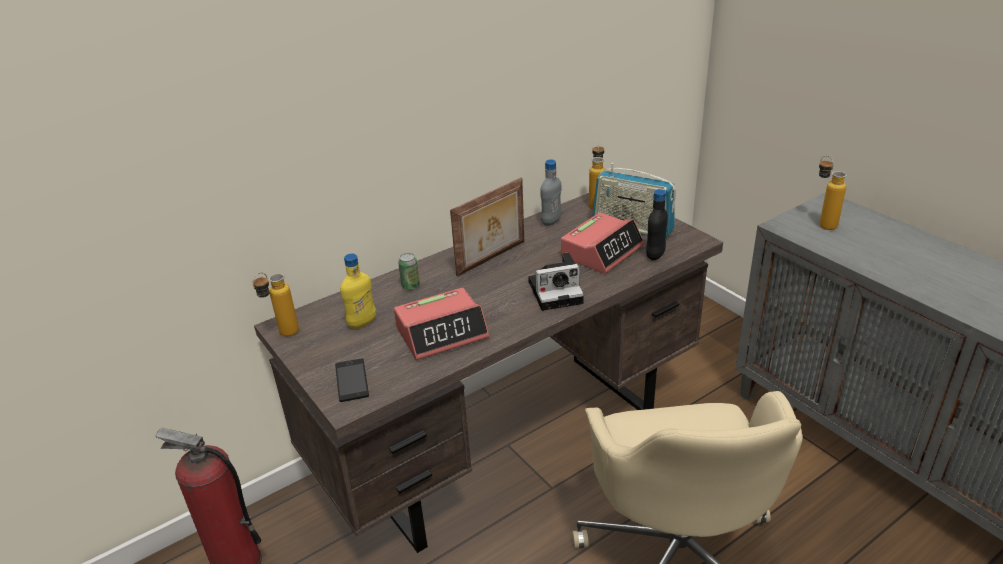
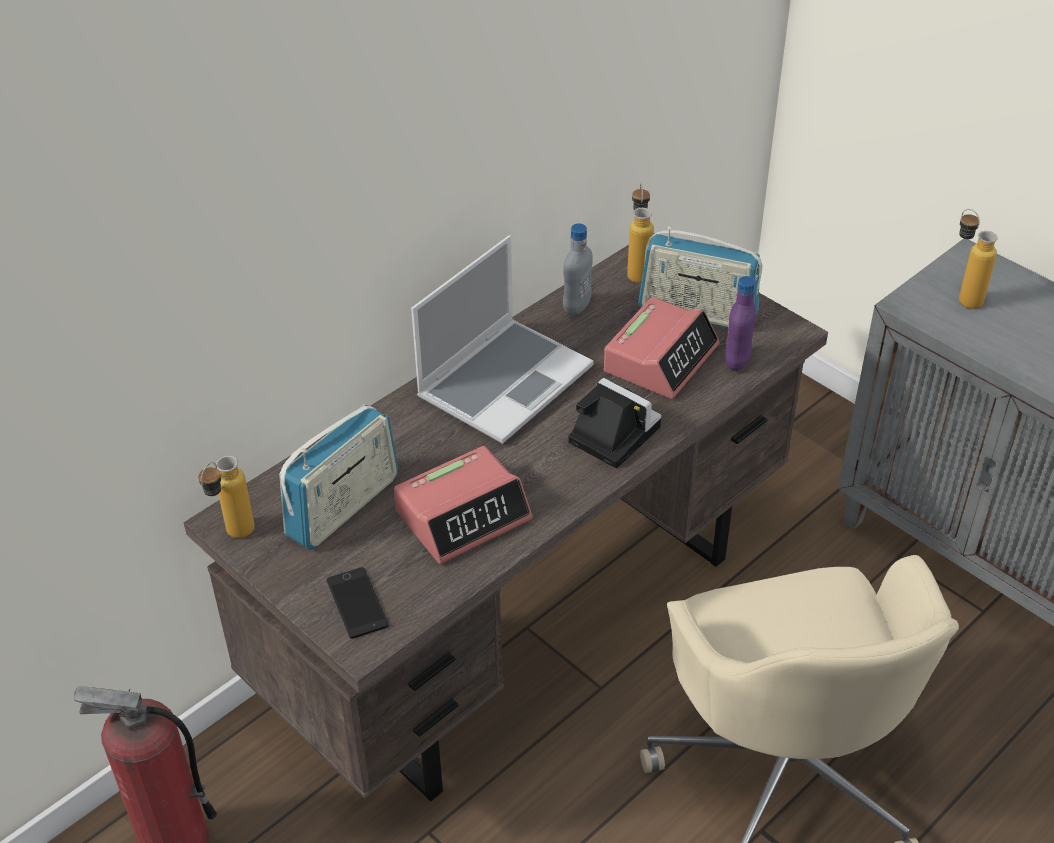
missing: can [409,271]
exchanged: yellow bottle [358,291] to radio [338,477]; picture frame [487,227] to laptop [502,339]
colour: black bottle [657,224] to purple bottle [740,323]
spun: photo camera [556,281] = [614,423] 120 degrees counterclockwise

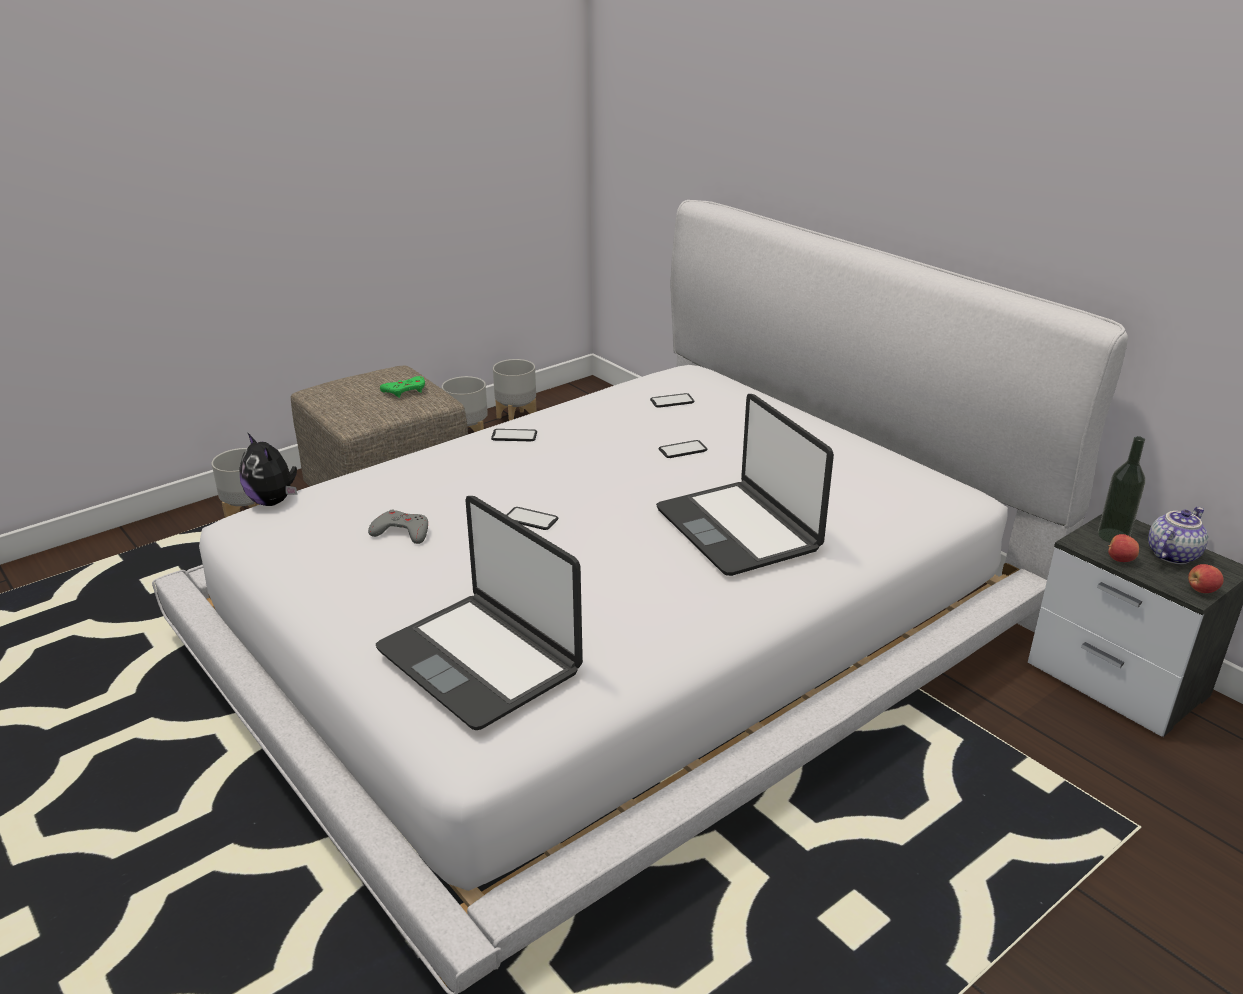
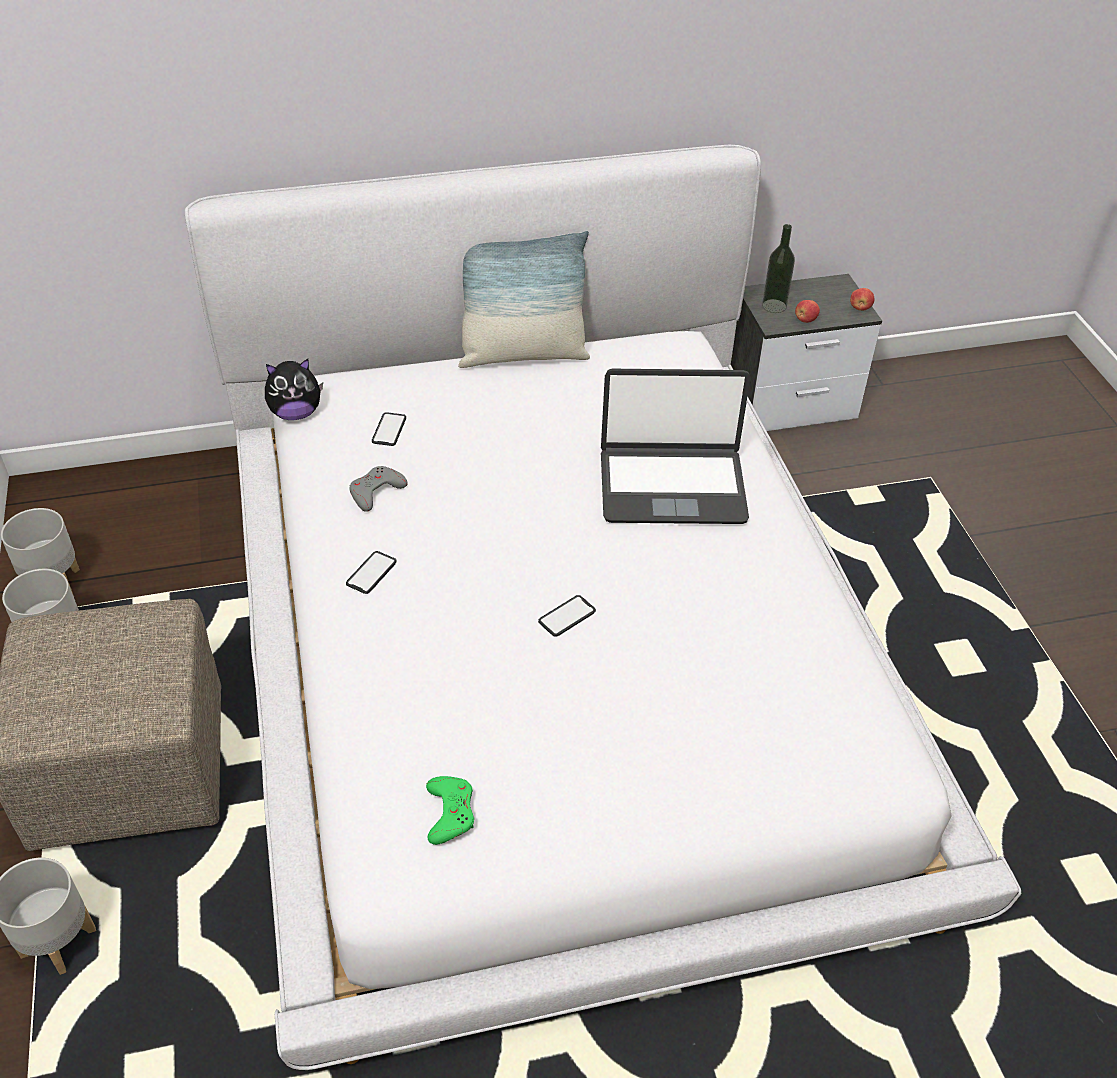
missing: laptop [479,613]; phone [683,449]; teapot [1178,535]
appeared: pillow [524,299]
relocated: plush toy [268,469] to [294,389]; grey game controller [398,526] to [378,489]; green game controller [402,387] to [450,810]

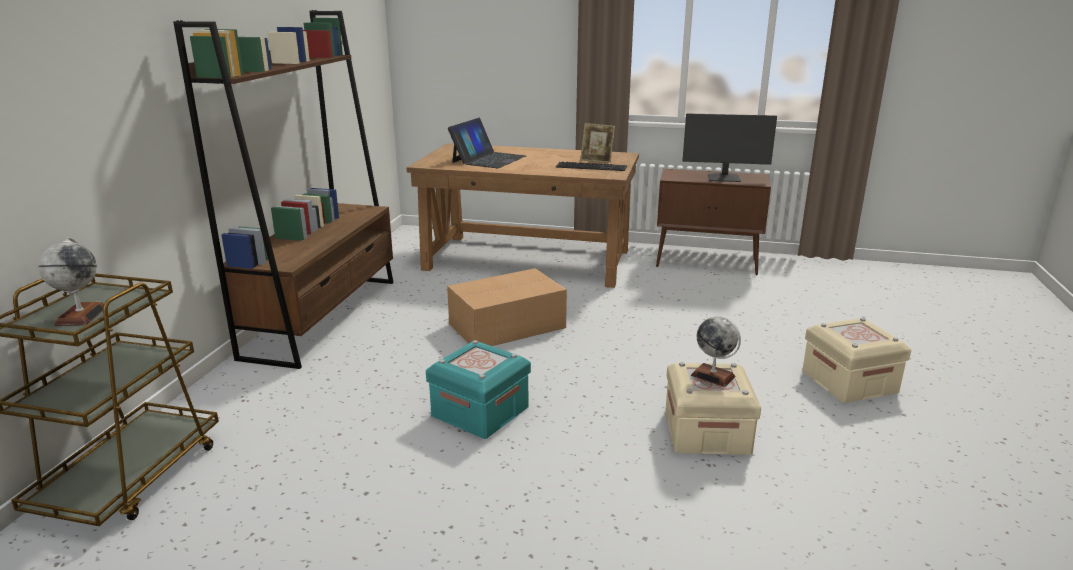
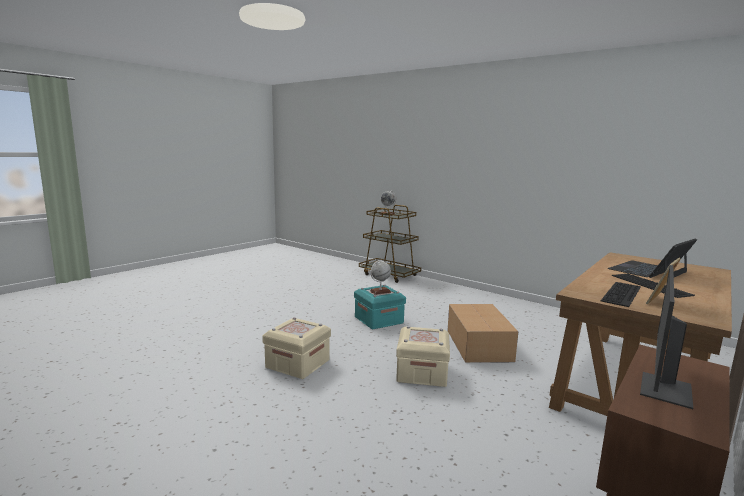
missing: brown bookcase [283,189]
appeared: keyboard [653,286]
relocated: globe [716,351] to [380,278]; beige storage box [856,360] to [423,356]
spun: laptop [487,143] = [652,258] 90 degrees clockwise

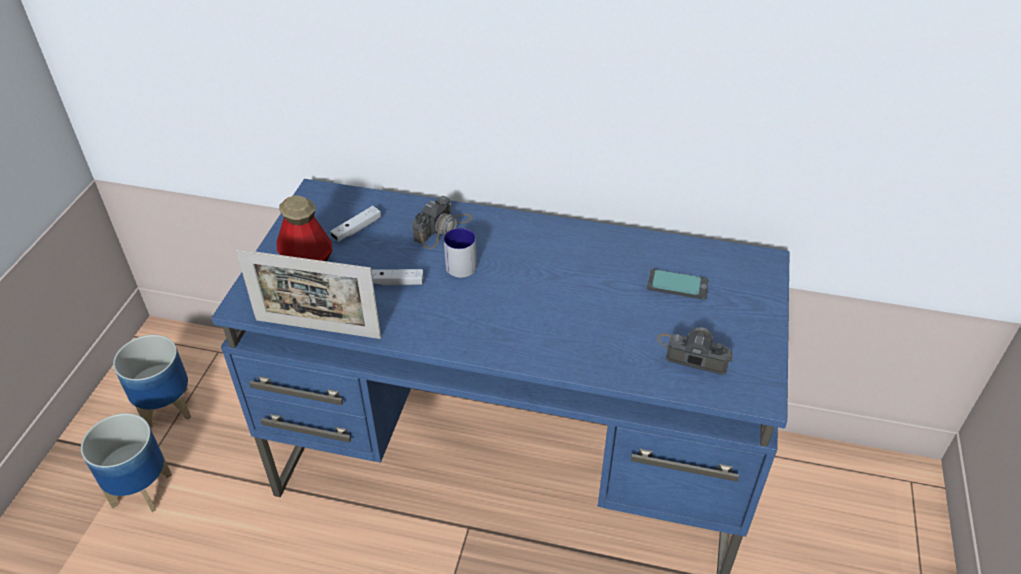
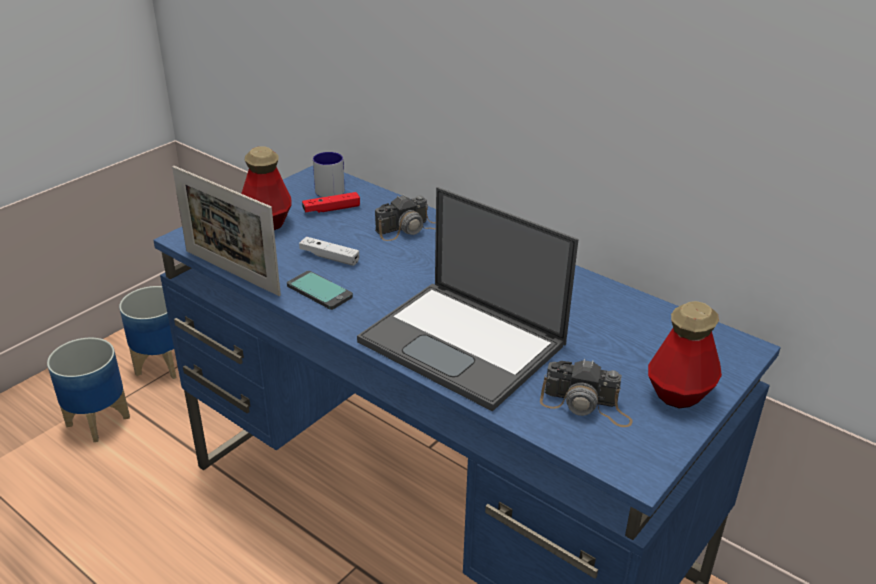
appeared: laptop [468,299]; bottle [685,354]
relocated: phone [678,284] to [320,290]; mug [460,253] to [329,174]
colour: white game controller [355,223] to red game controller [331,202]
spun: photo camera [694,351] = [586,393] 150 degrees clockwise

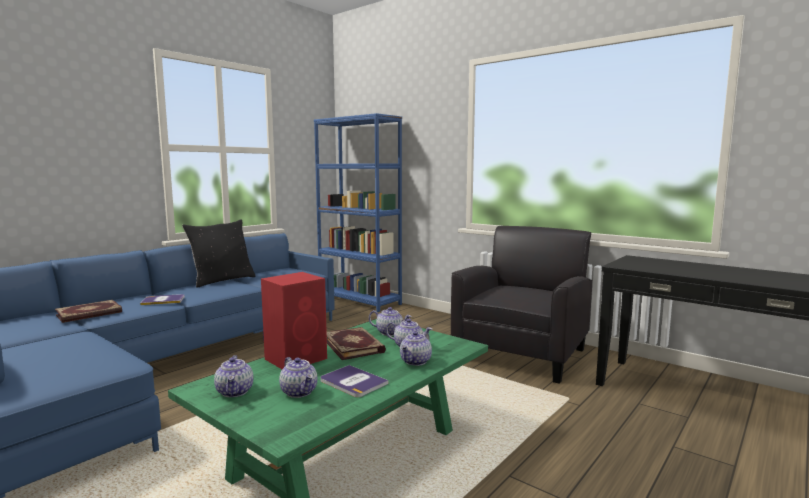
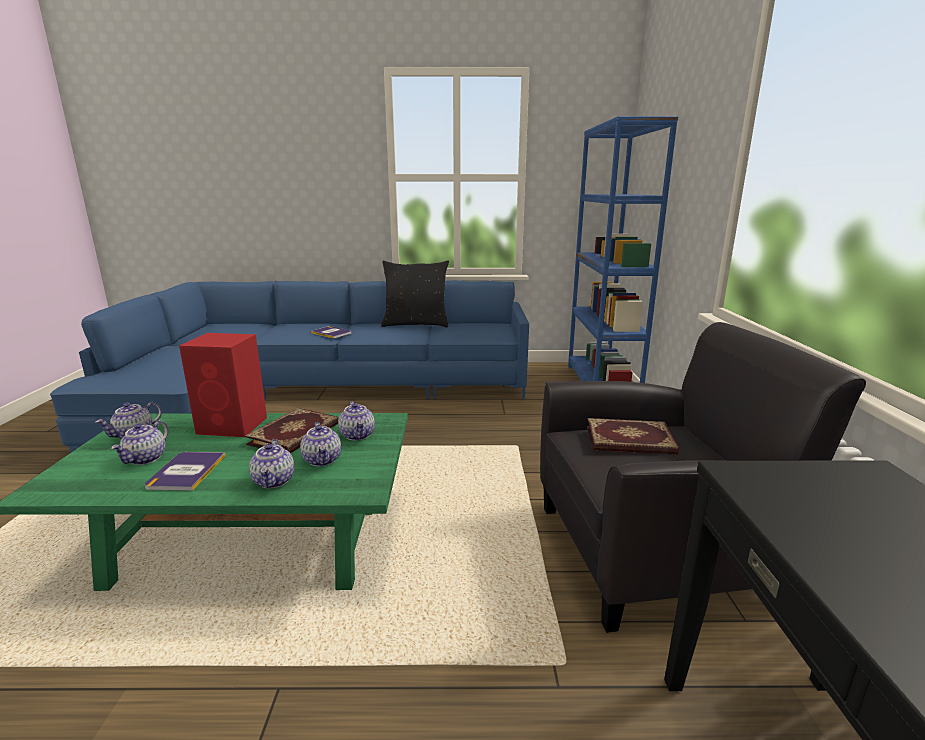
relocated: book [88,311] to [633,436]
spun: teapot [416,348] = [271,463] 90 degrees counterclockwise

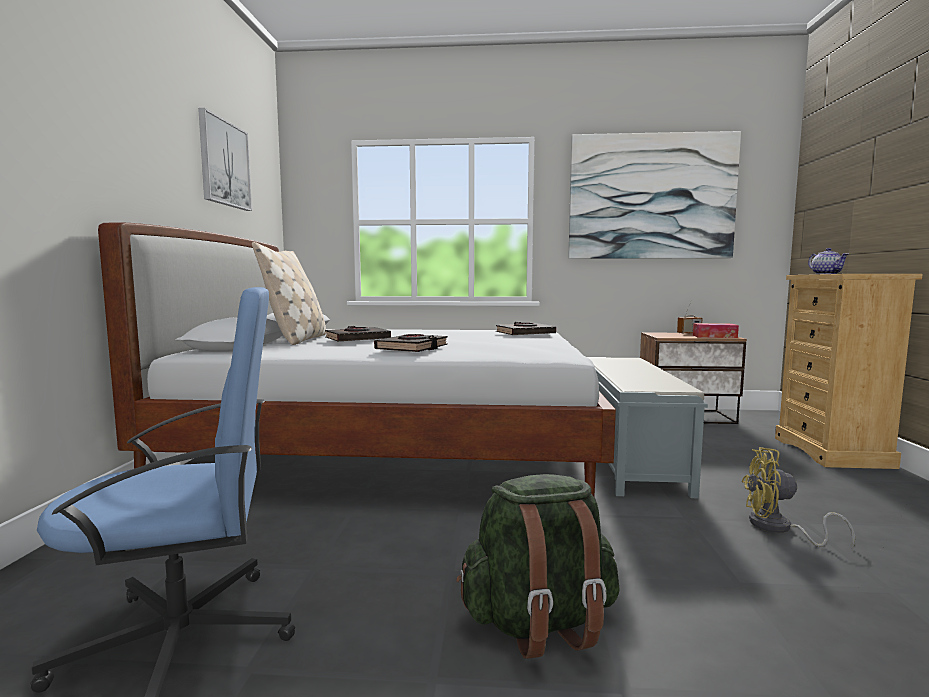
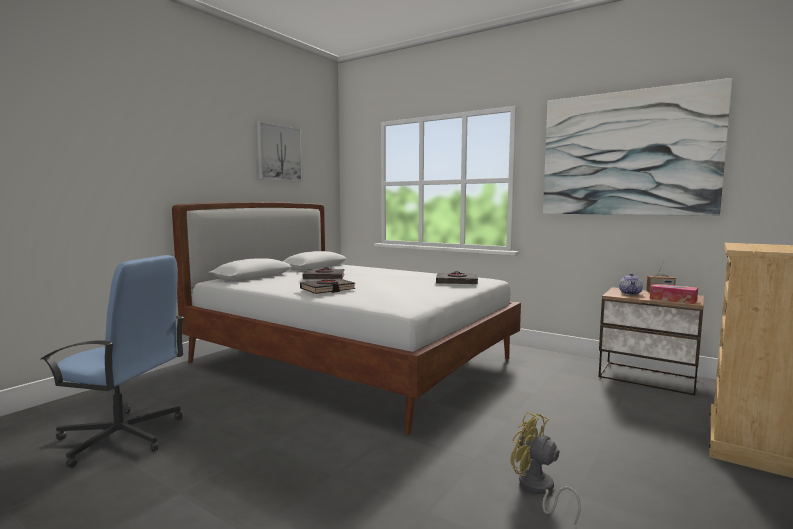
missing: beige pillow [289,293]; green backpack [538,566]; grey bench [648,427]
relocated: teapot [828,261] to [631,284]

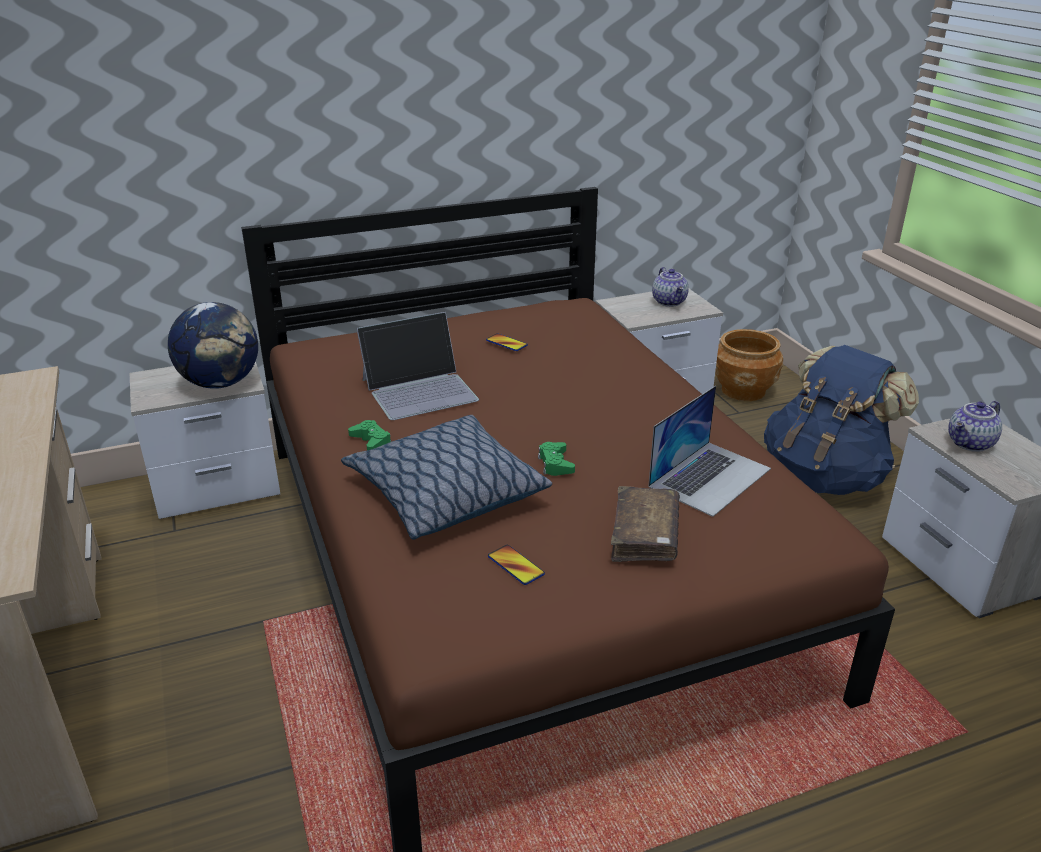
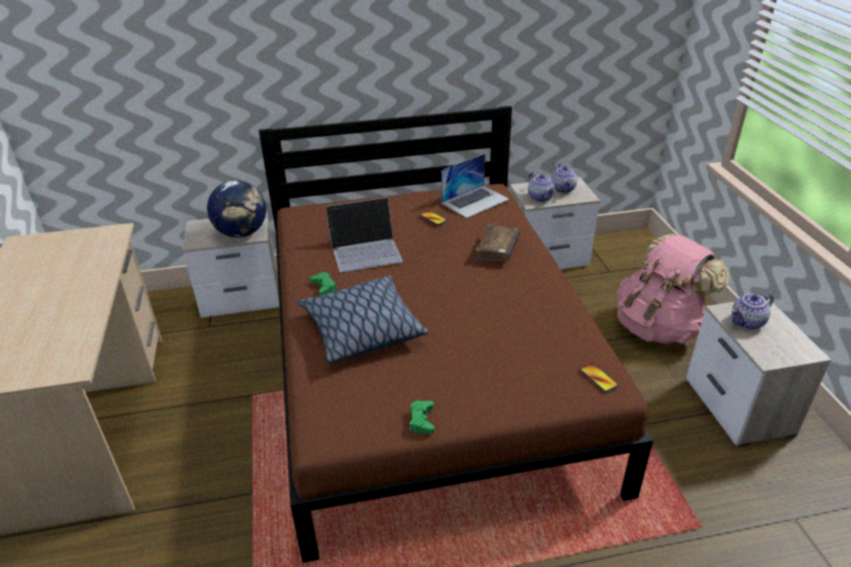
missing: brown planter [749,365]
appeared: teapot [541,187]
relocated: green game controller [556,459] to [422,417]; laptop [709,451] to [475,186]; brown book [645,524] to [497,243]; phone [516,565] to [599,377]
colour: blue backpack [841,420] to pink backpack [673,289]

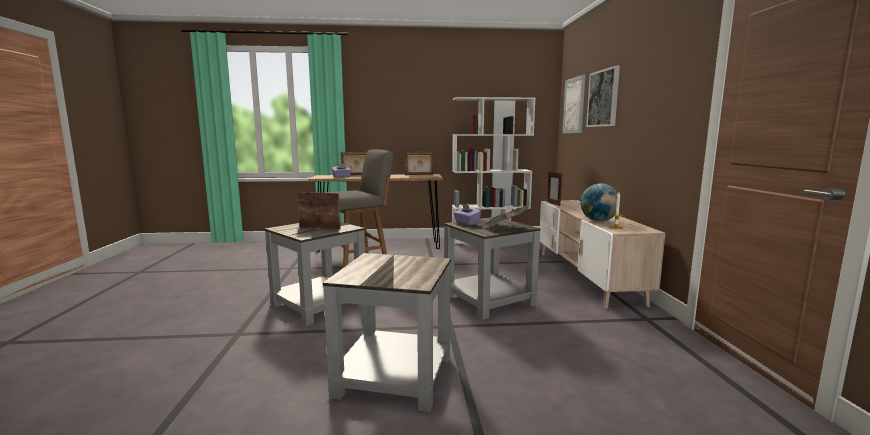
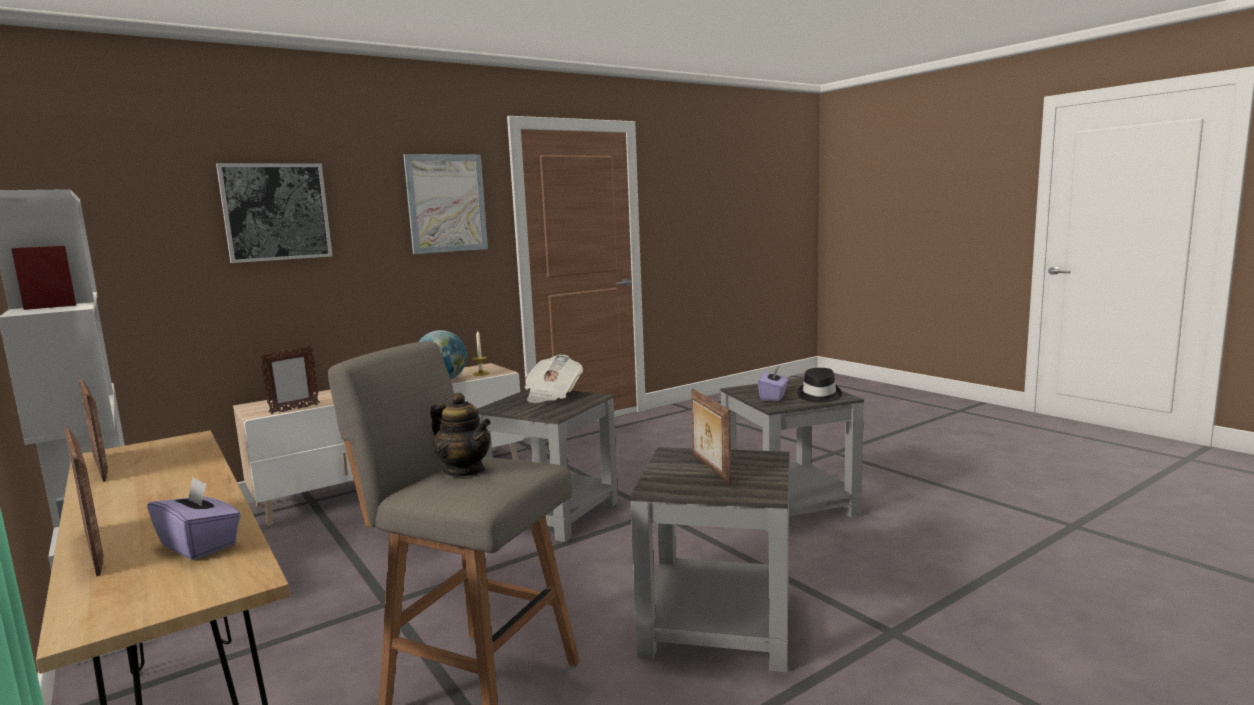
appeared: teapot [460,434]; black hat [819,385]
relocated: picture [573,104] to [445,204]; purple tissue box [467,214] to [773,384]

